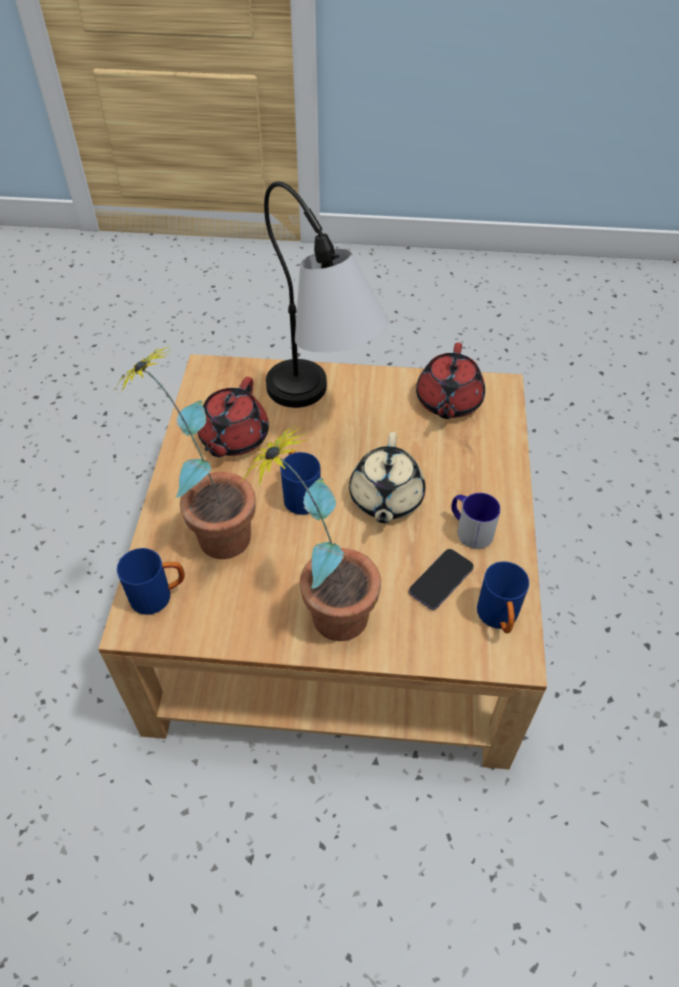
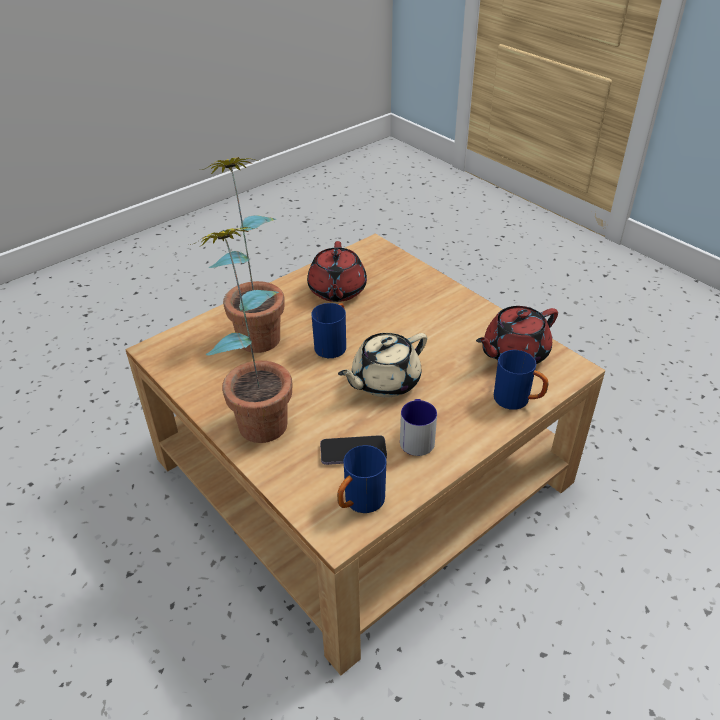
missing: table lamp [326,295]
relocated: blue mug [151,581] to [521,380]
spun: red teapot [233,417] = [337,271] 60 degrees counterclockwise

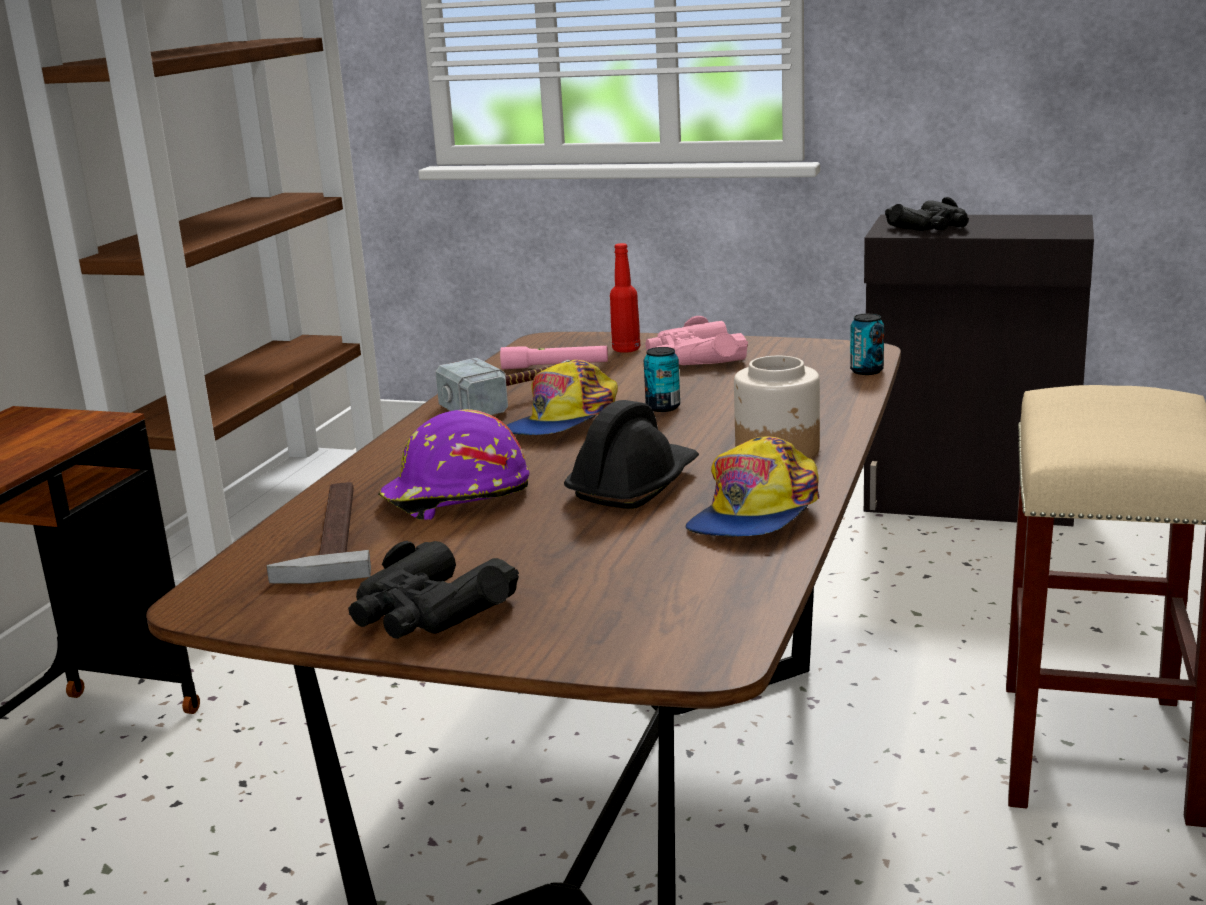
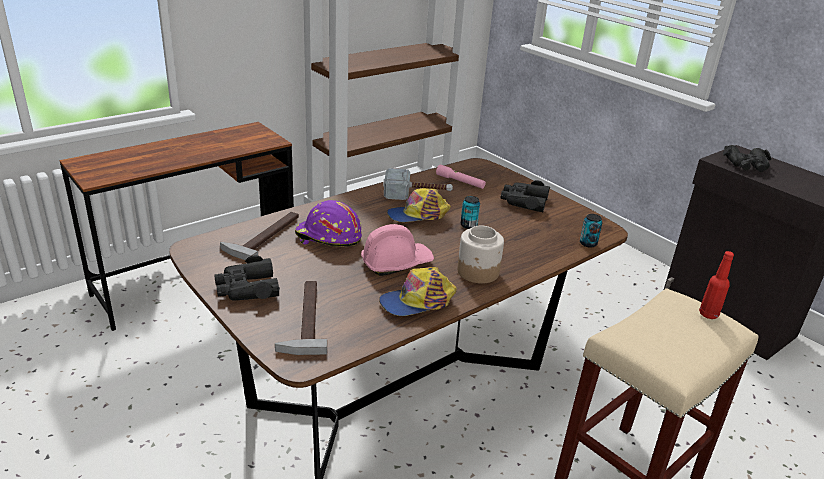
appeared: hammer [301,318]
relocated: red bottle [625,298] to [716,285]
colour: black hard hat [631,454] to pink hard hat [397,250]; pink binoculars [696,340] to black binoculars [525,196]

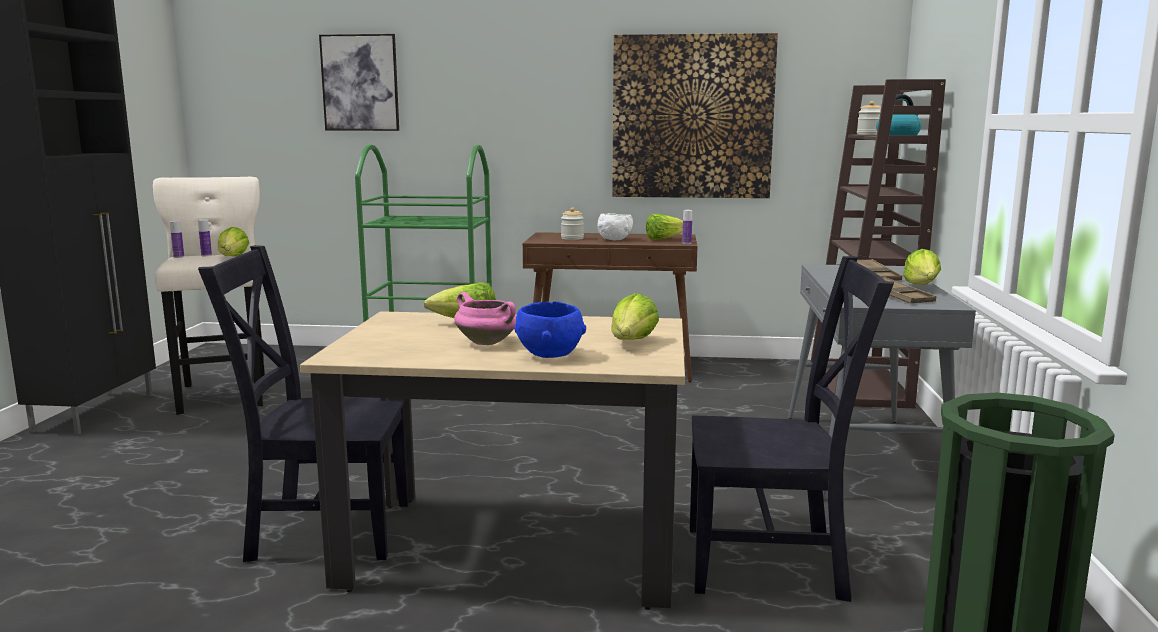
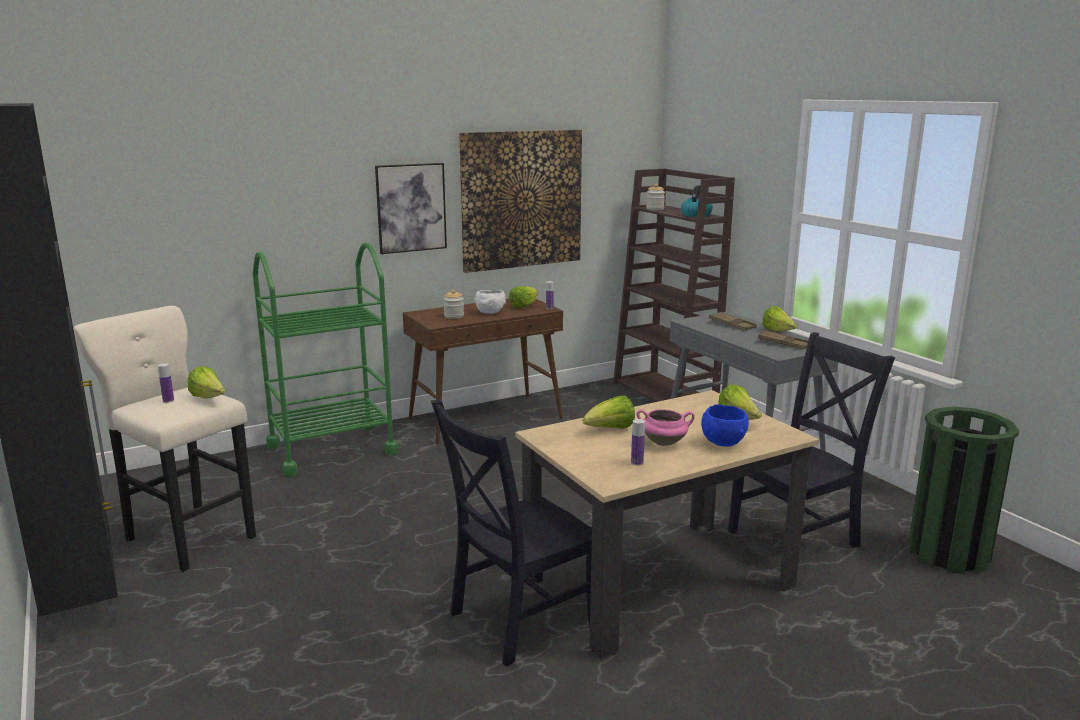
relocated: picture [359,82] to [411,208]; bottle [177,239] to [638,442]

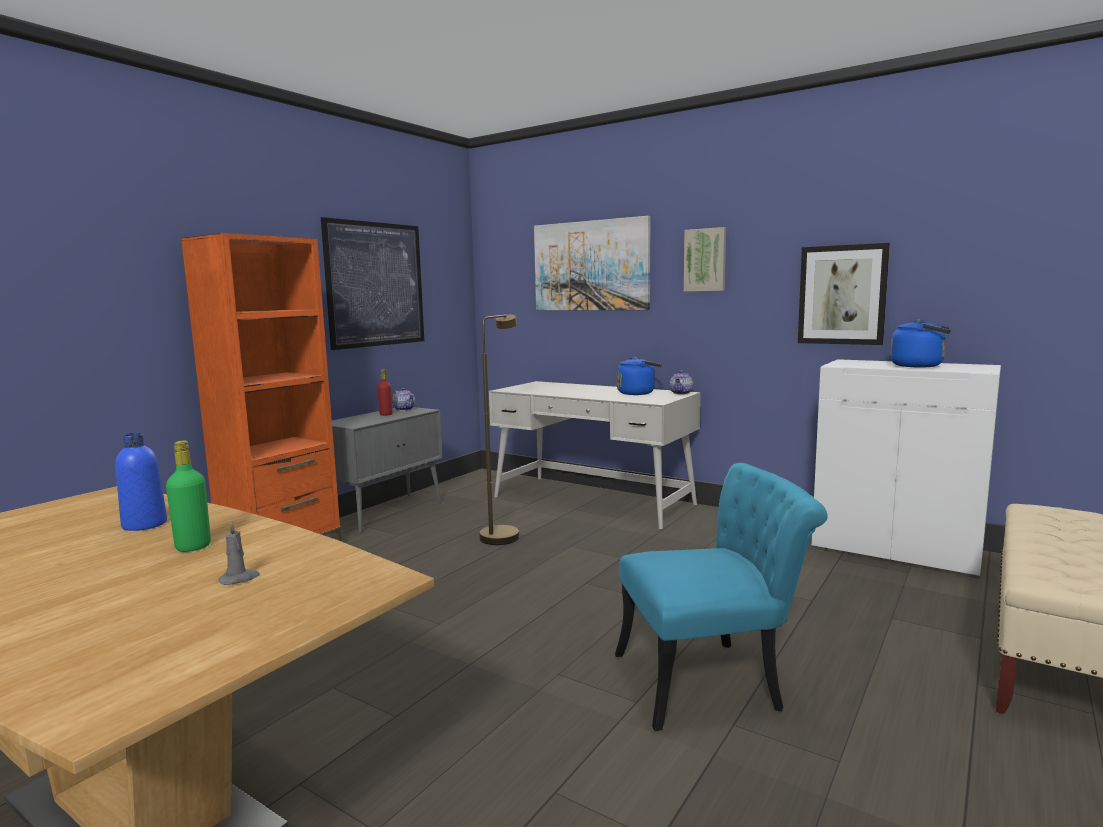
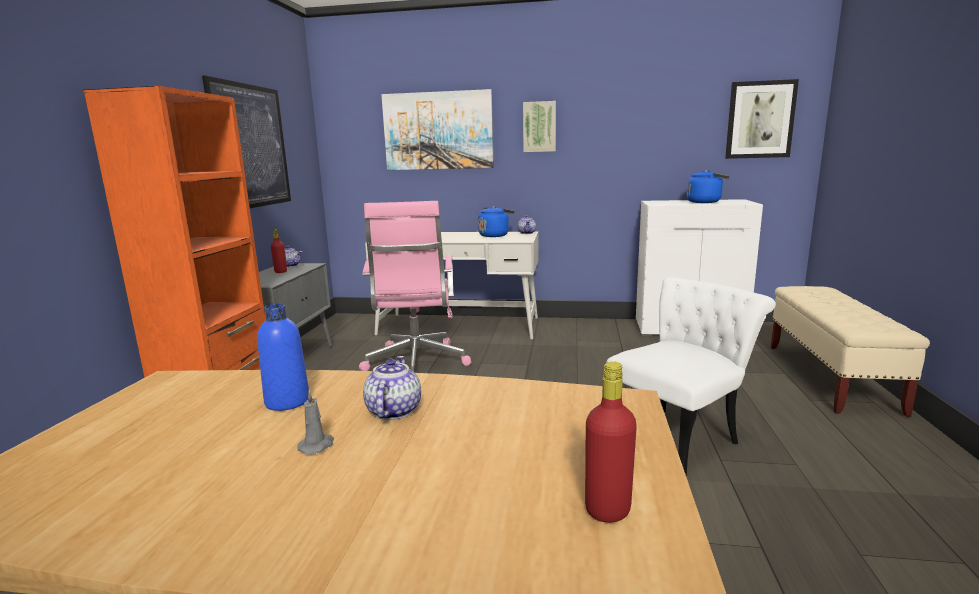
appeared: red bottle [611,442]
relocated: grey candle [239,553] to [315,422]; picture [844,294] to [762,119]
exchanged: brown floor lamp [499,430] to pink office chair [415,287]; green bottle [188,496] to teapot [392,388]
colour: turquoise chair [721,597] to white chair [691,376]

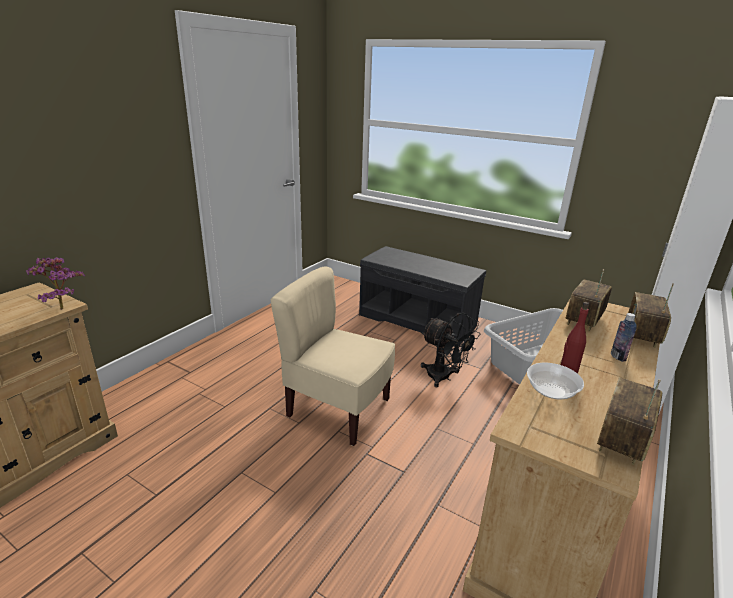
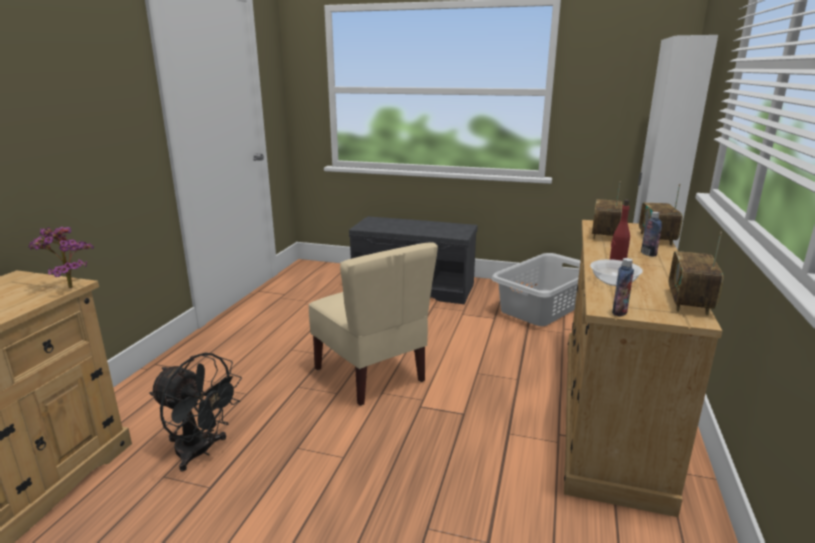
appeared: bottle [623,287]
relocated: black fan [450,350] to [195,412]
spun: beige chair [333,356] = [373,324] 135 degrees counterclockwise

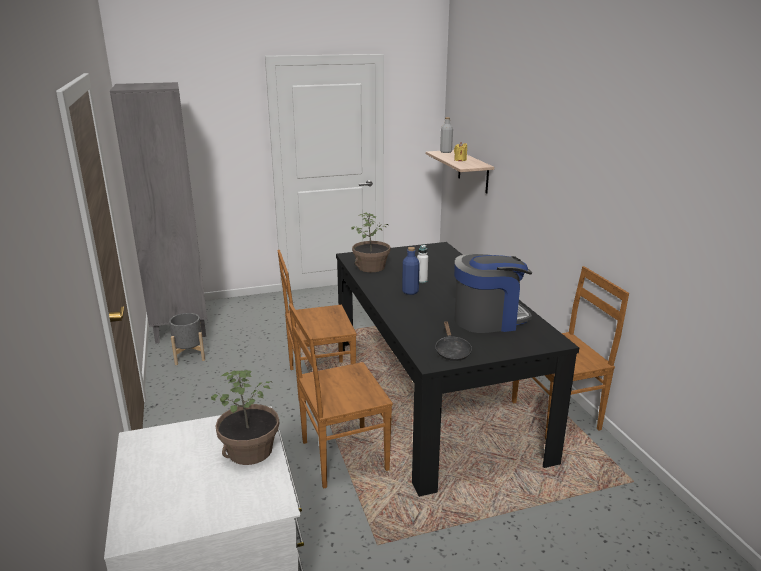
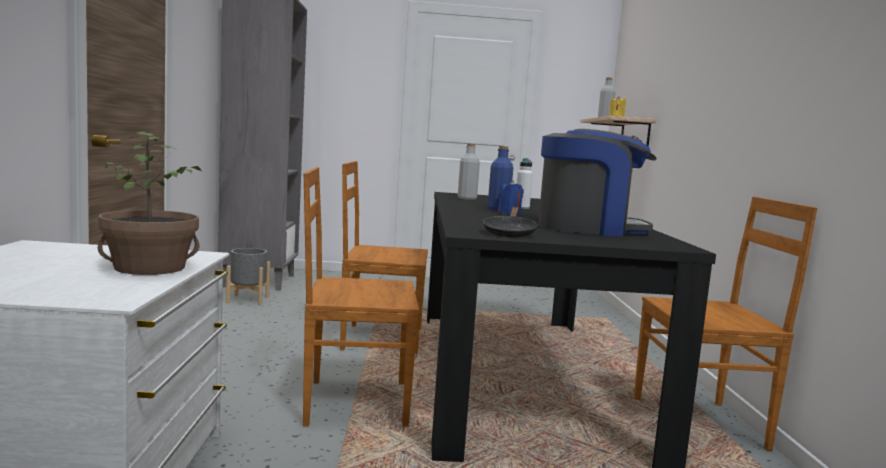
appeared: blue candle [511,197]
exchanged: potted plant [370,242] to grey bottle [469,171]

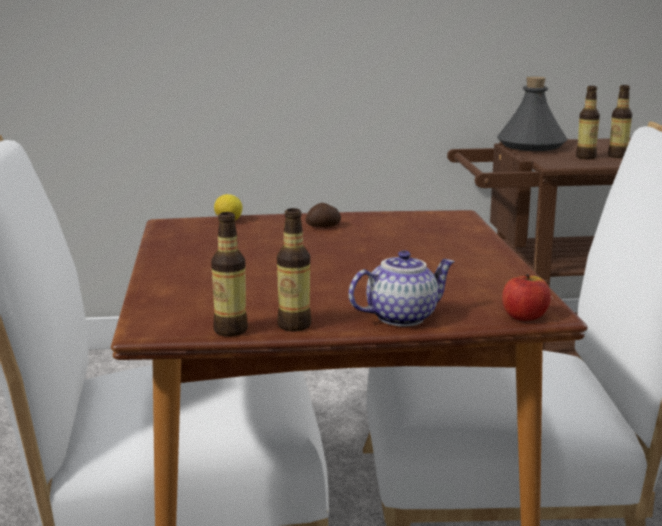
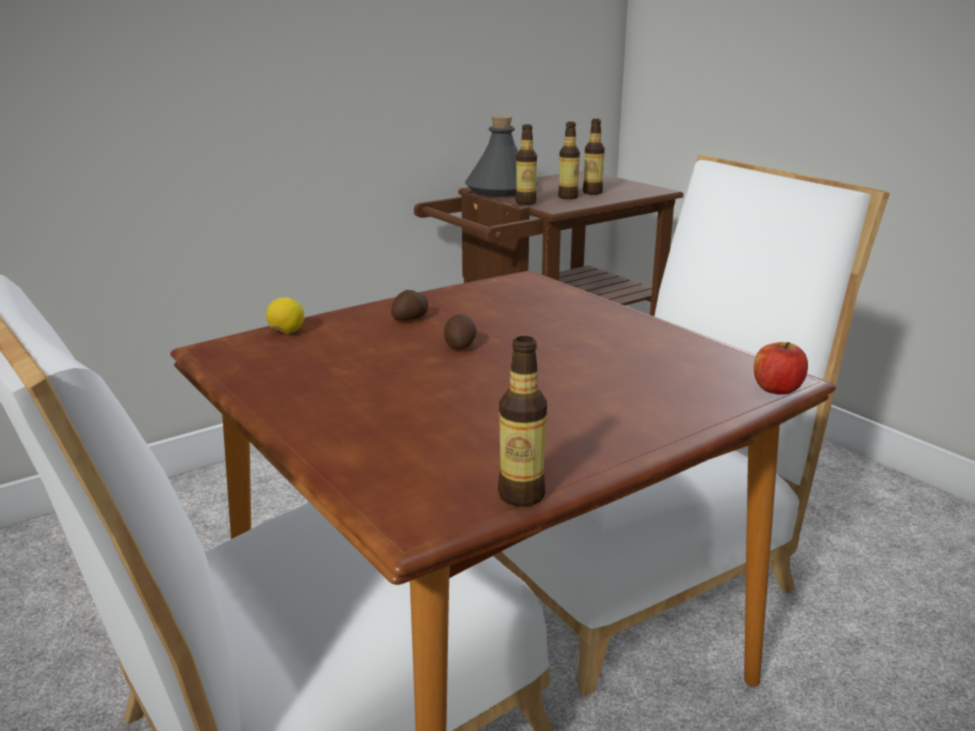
missing: teapot [402,288]
appeared: potato [460,331]
relocated: bottle [294,269] to [526,164]

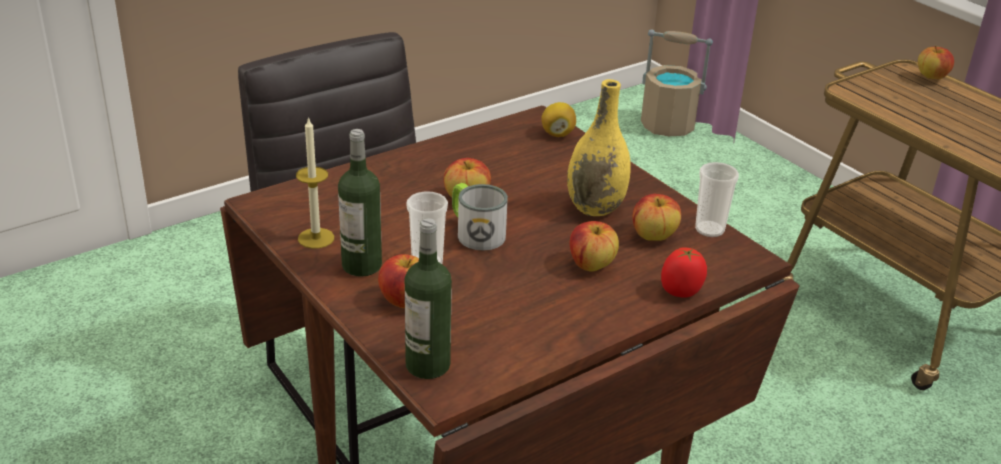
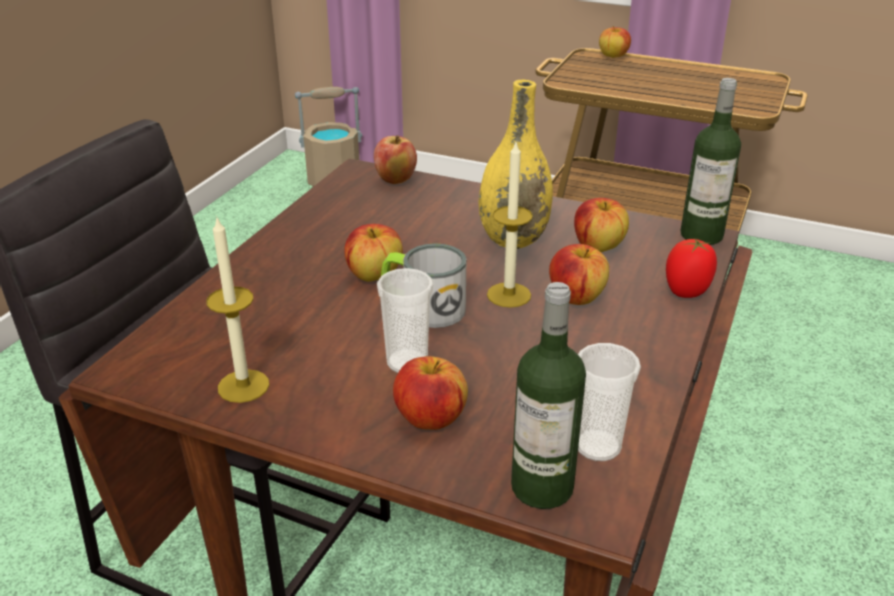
appeared: candle [510,225]
relocated: cup [717,199] to [609,402]; bottle [360,203] to [710,161]
exchanged: lemon [558,119] to apple [395,159]

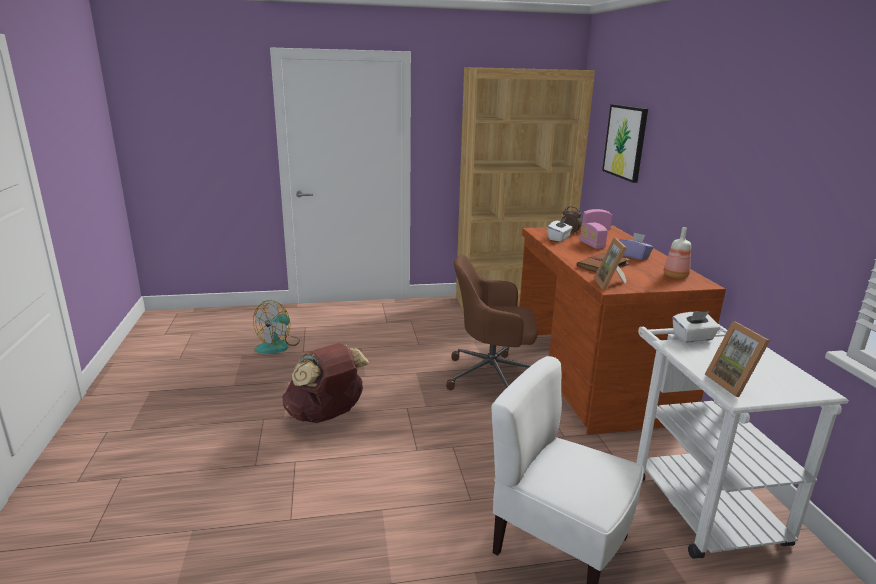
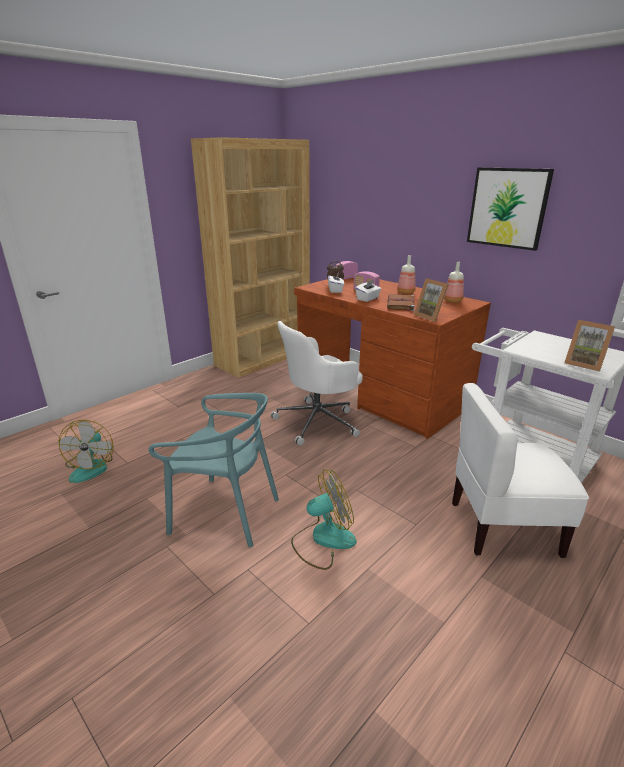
appeared: fan [323,519]
relocated: white tissue box [696,327] to [368,291]; picture [625,143] to [510,209]
exchanged: brown backpack [326,383] to turquoise chair [214,470]; purple tissue box [636,246] to bottle [406,274]
colour: brown office chair [492,322] to white office chair [317,383]

